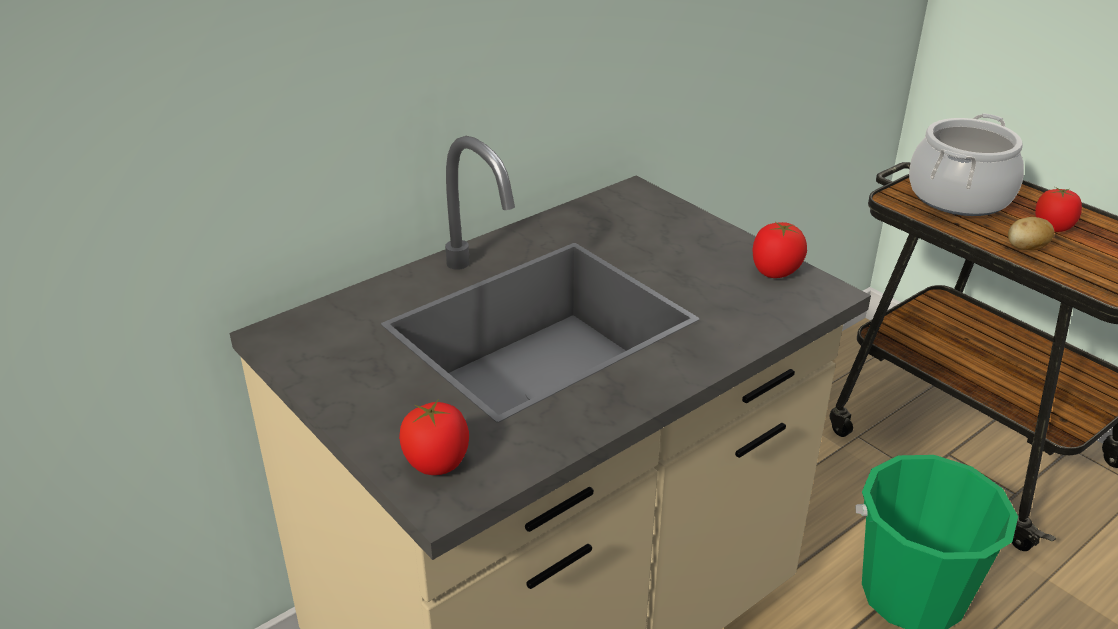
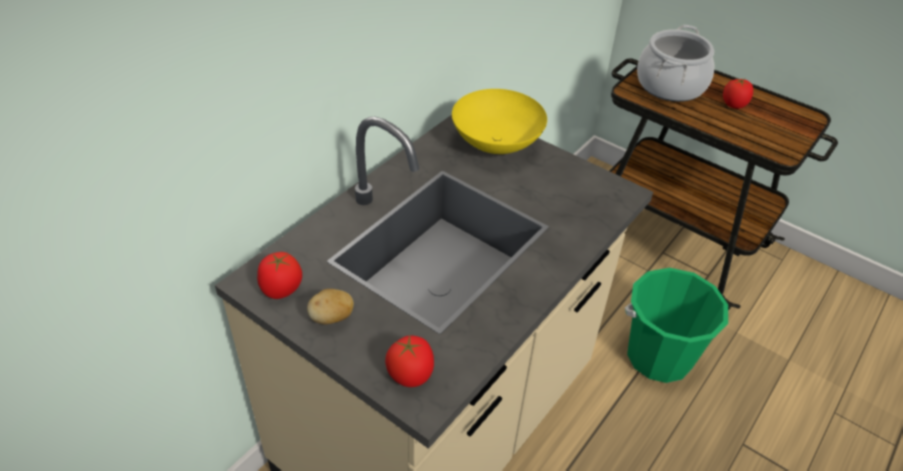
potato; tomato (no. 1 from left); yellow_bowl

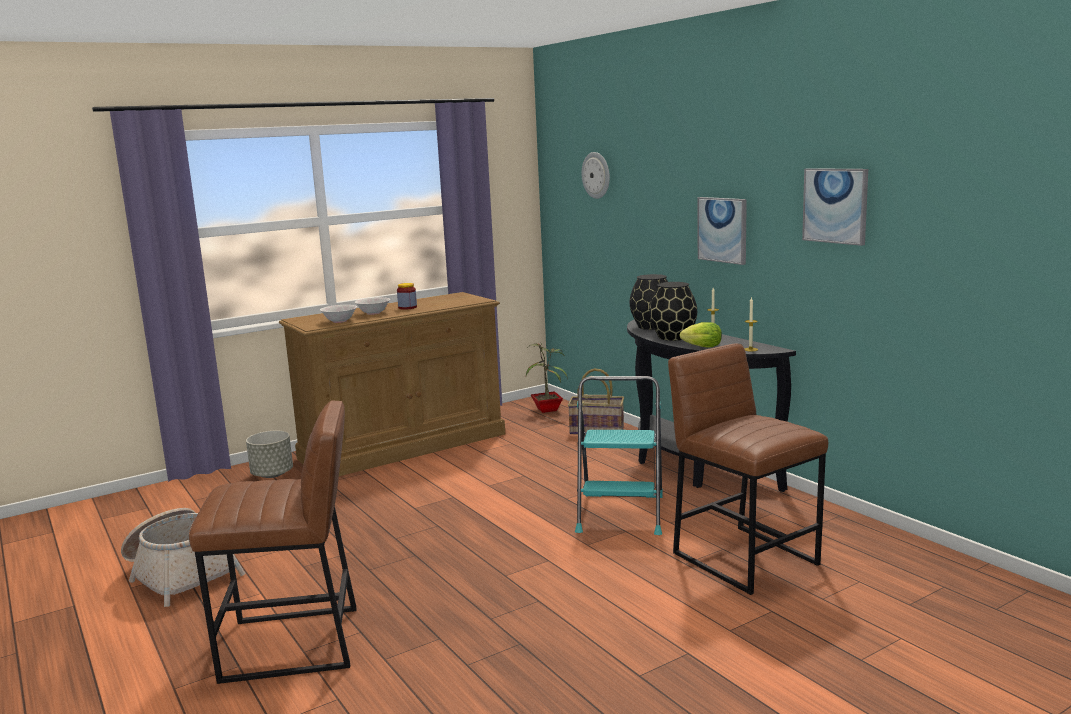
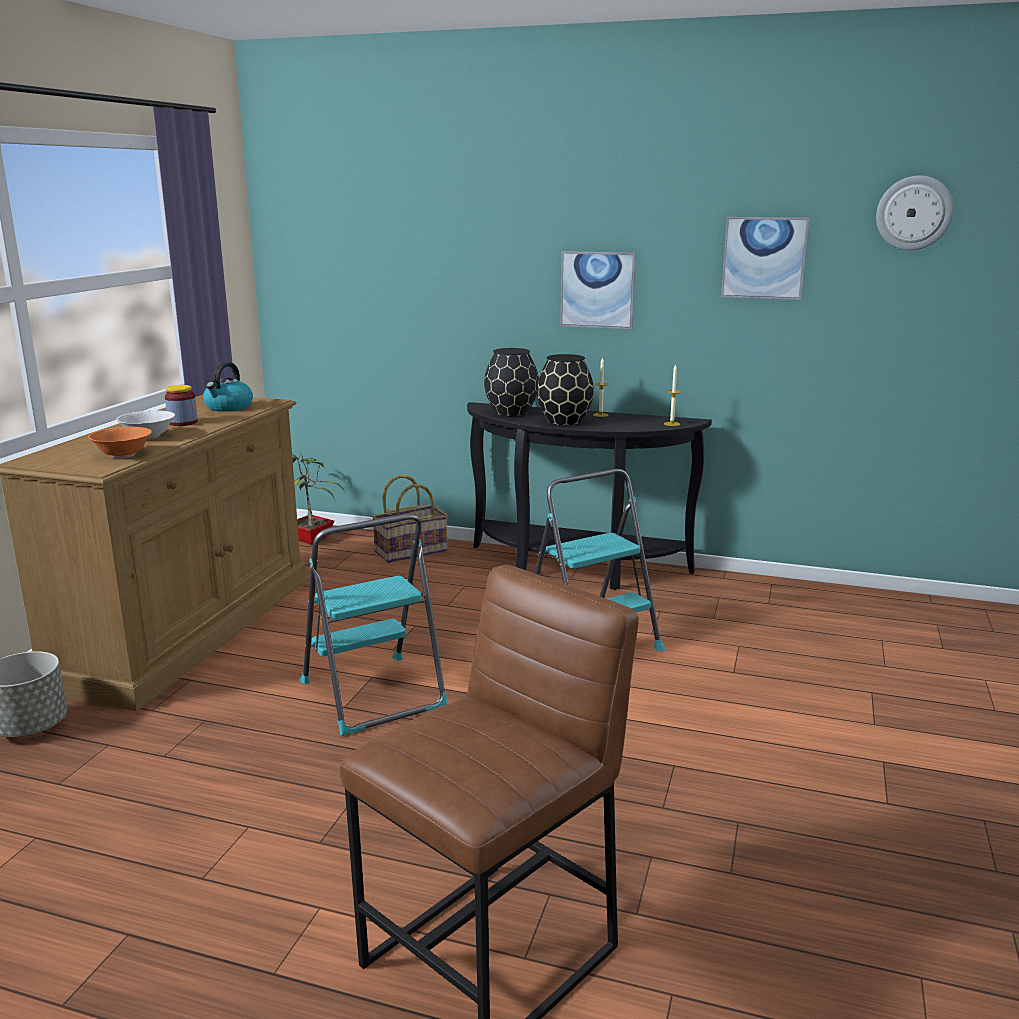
wall_clock; orange_bowl; lettuce; brown_chair (no. 2 from left in the first image); basket (no. 1 from left in the first image); kettle; turquoise_step_ladder (no. 1 from left)

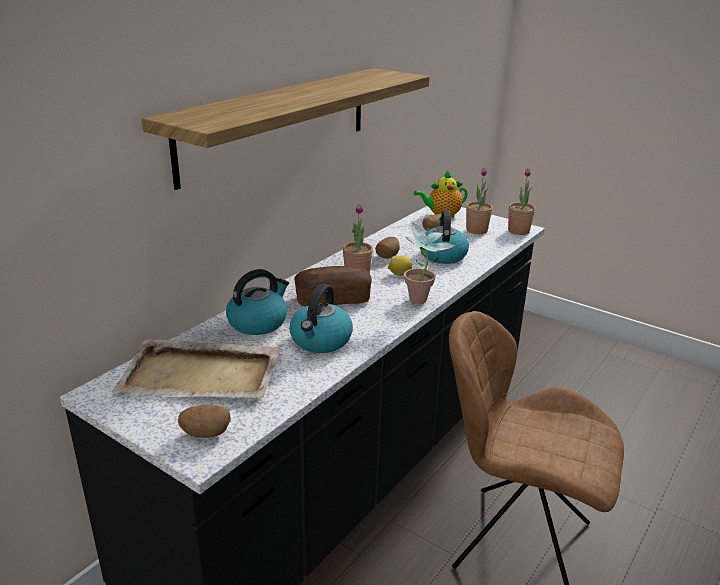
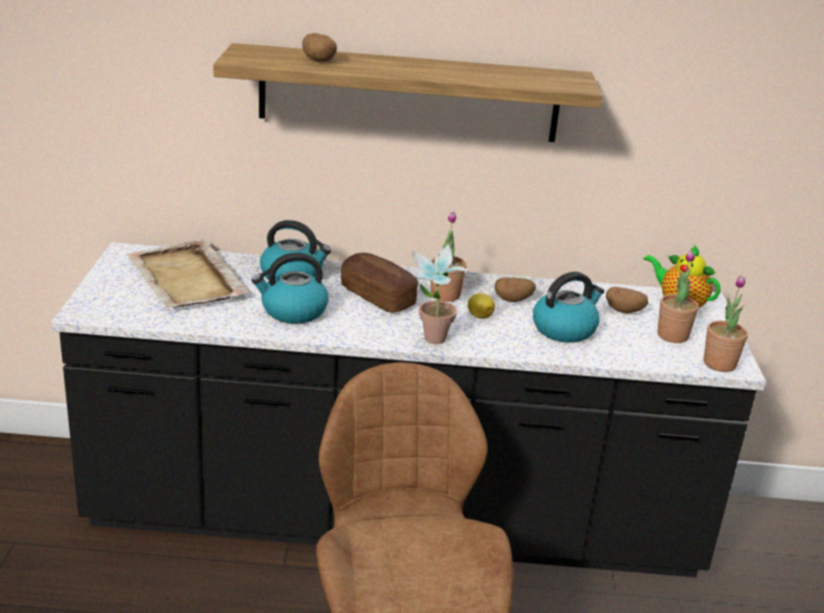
potato (no. 1 from left)

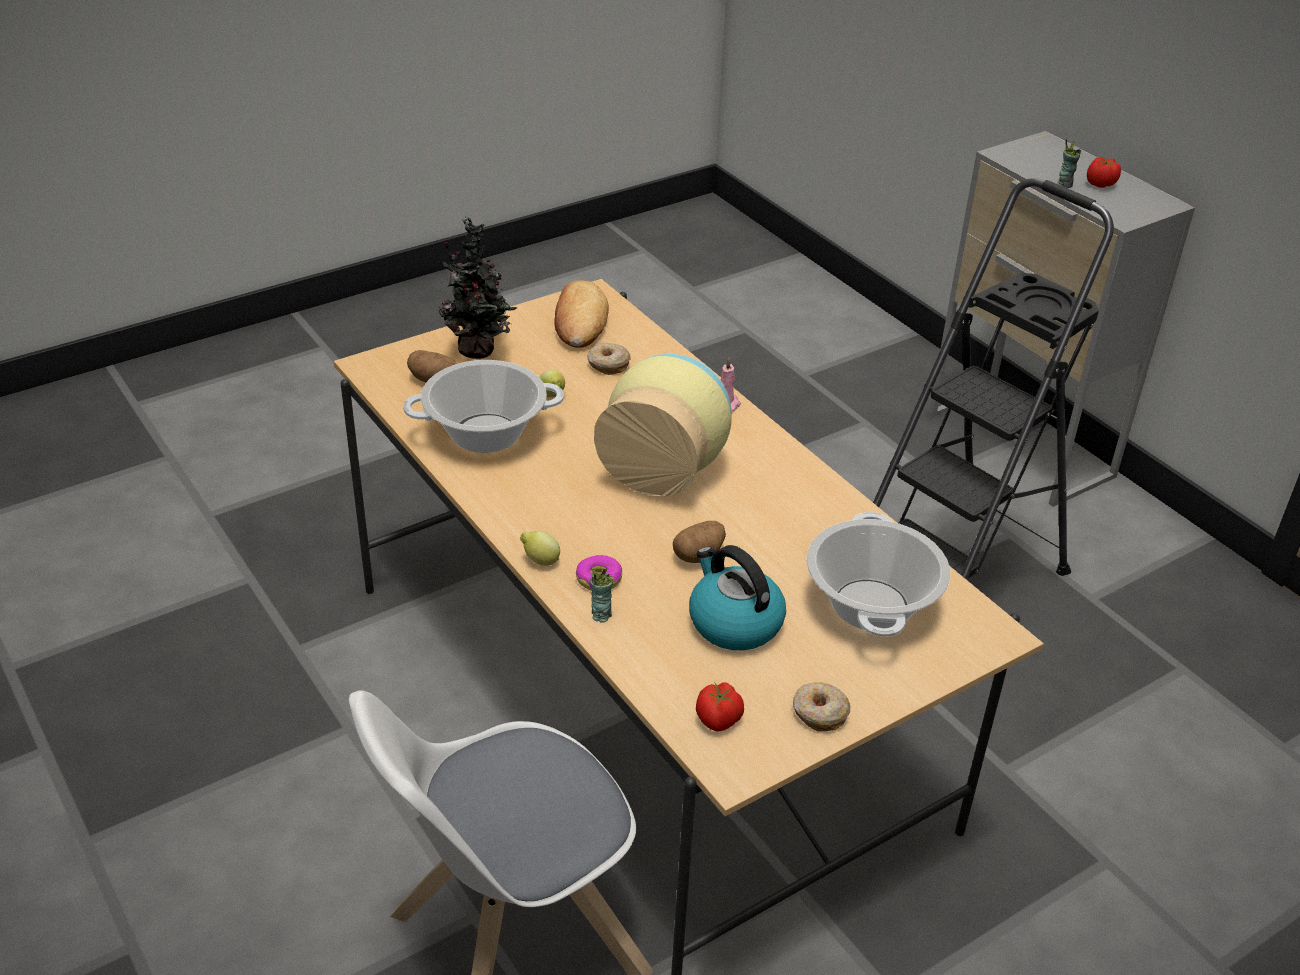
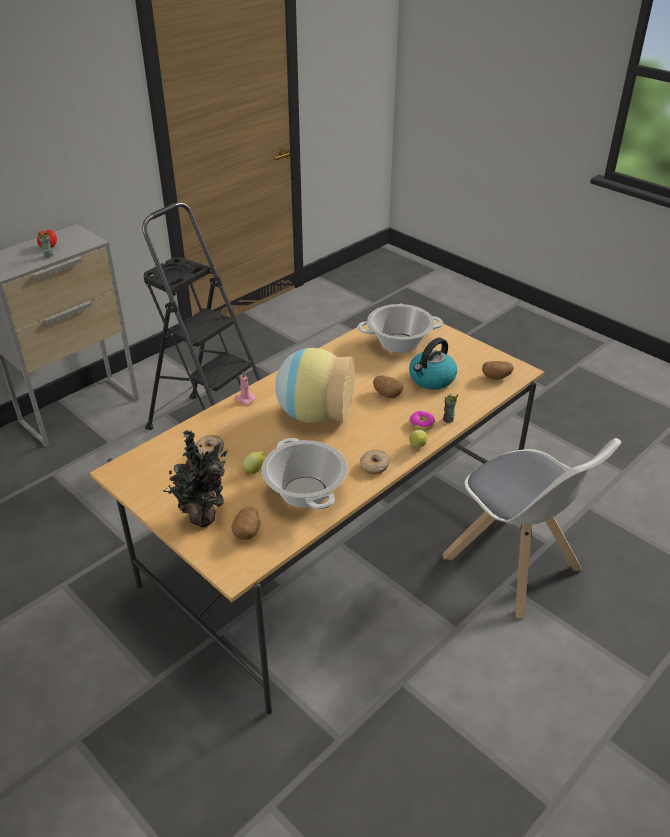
bread; potato (no. 3 from left); donut (no. 2 from left)

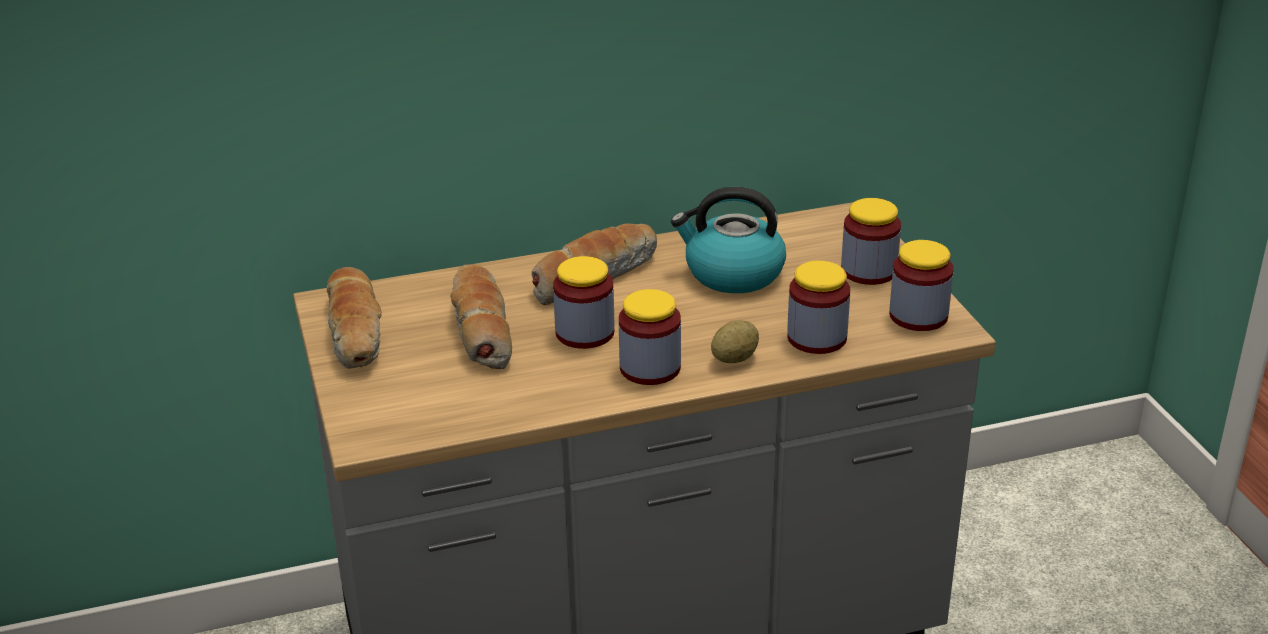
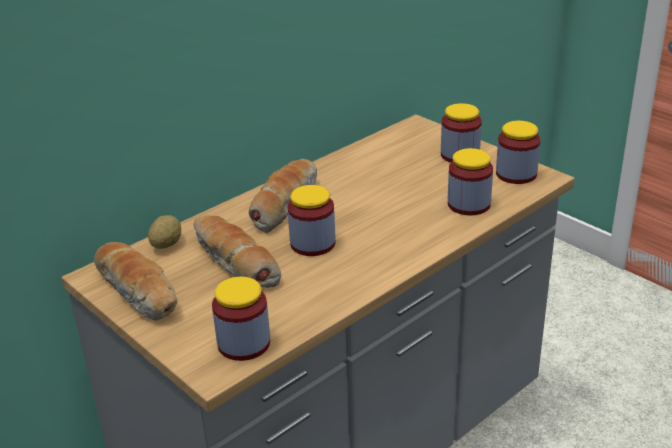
kettle; jar (no. 1 from left); potato

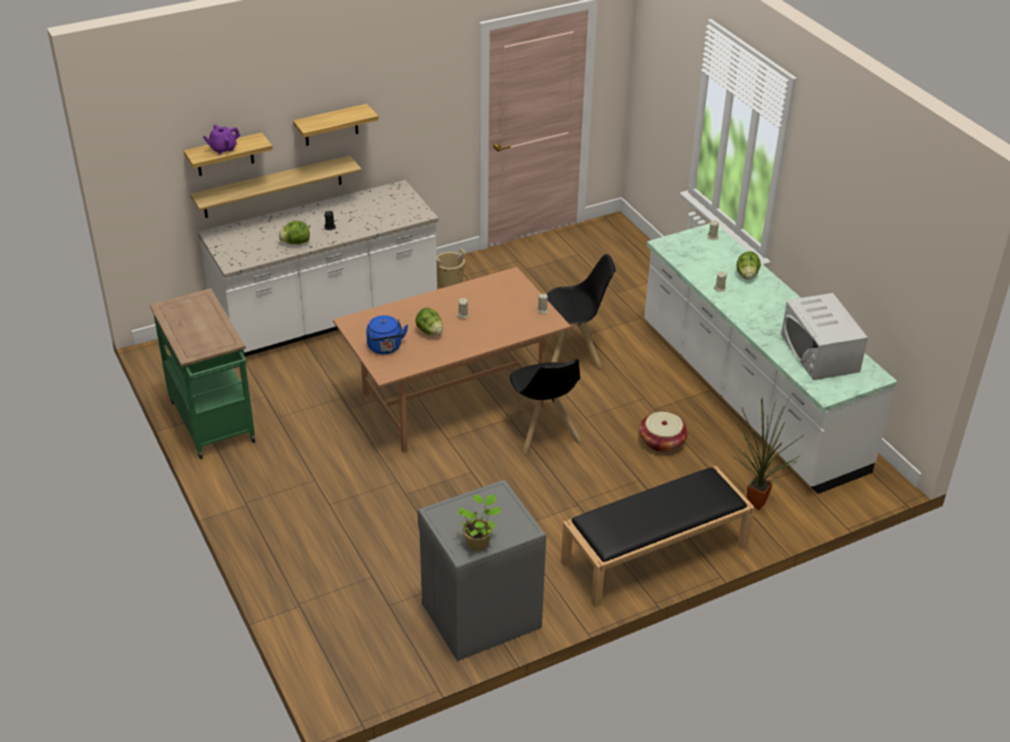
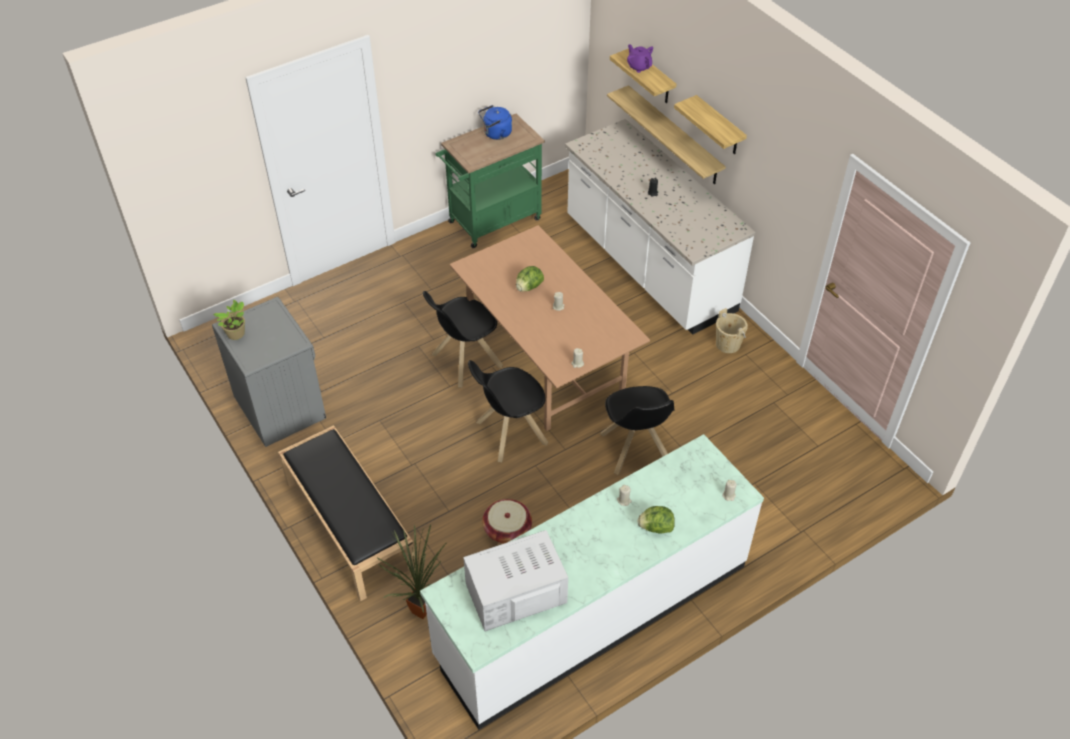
lettuce (no. 1 from left in the first image); blue_kettle; black_chair (no. 1 from left)

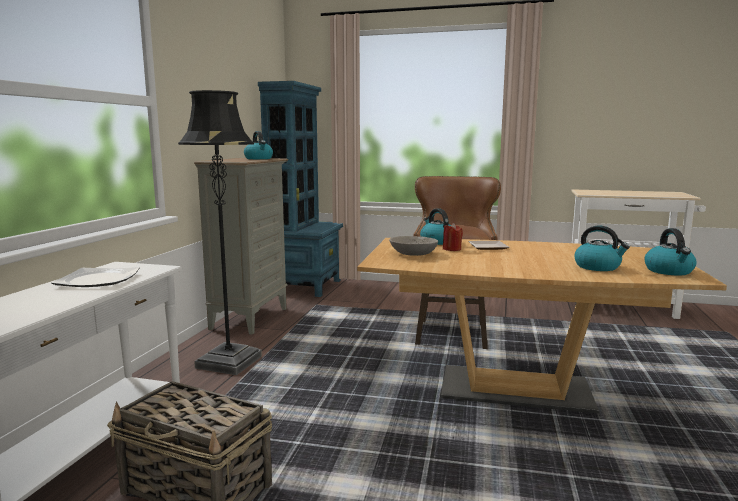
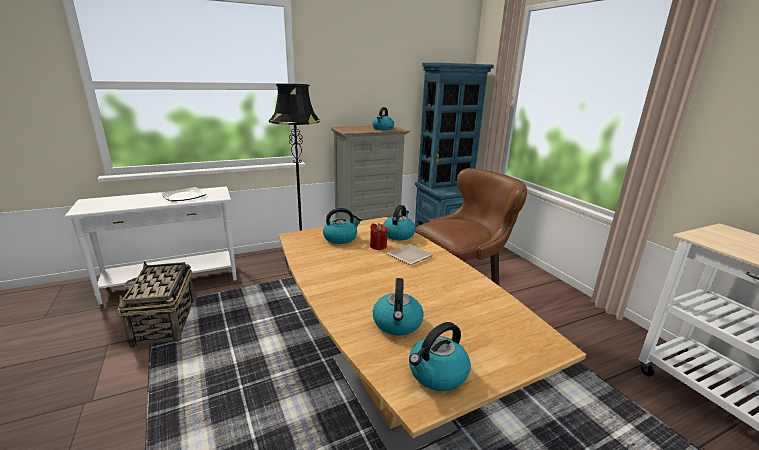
kettle (no. 1 from left)

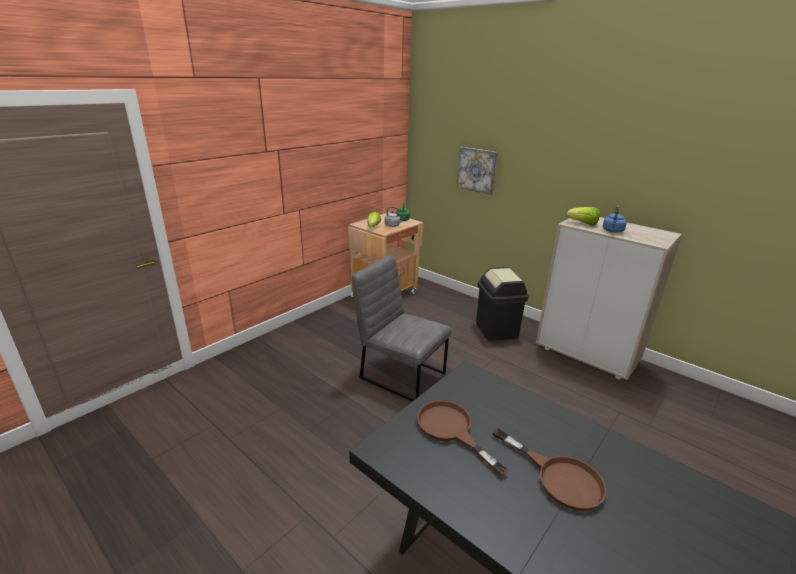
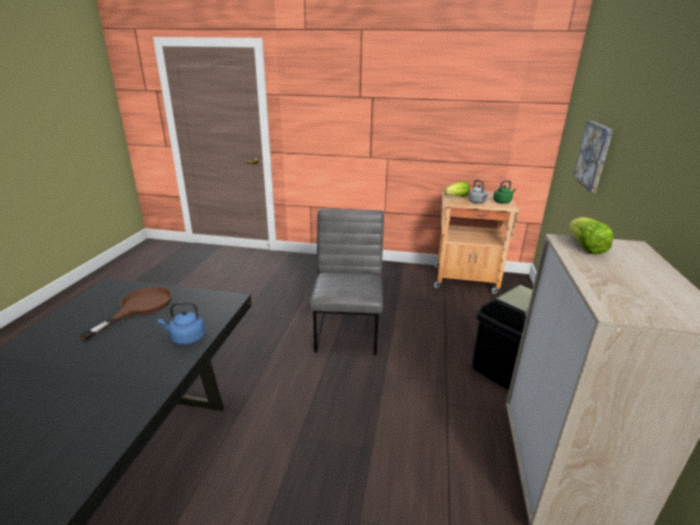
blue_kettle; brown_frying_pan (no. 2 from left in the first image)

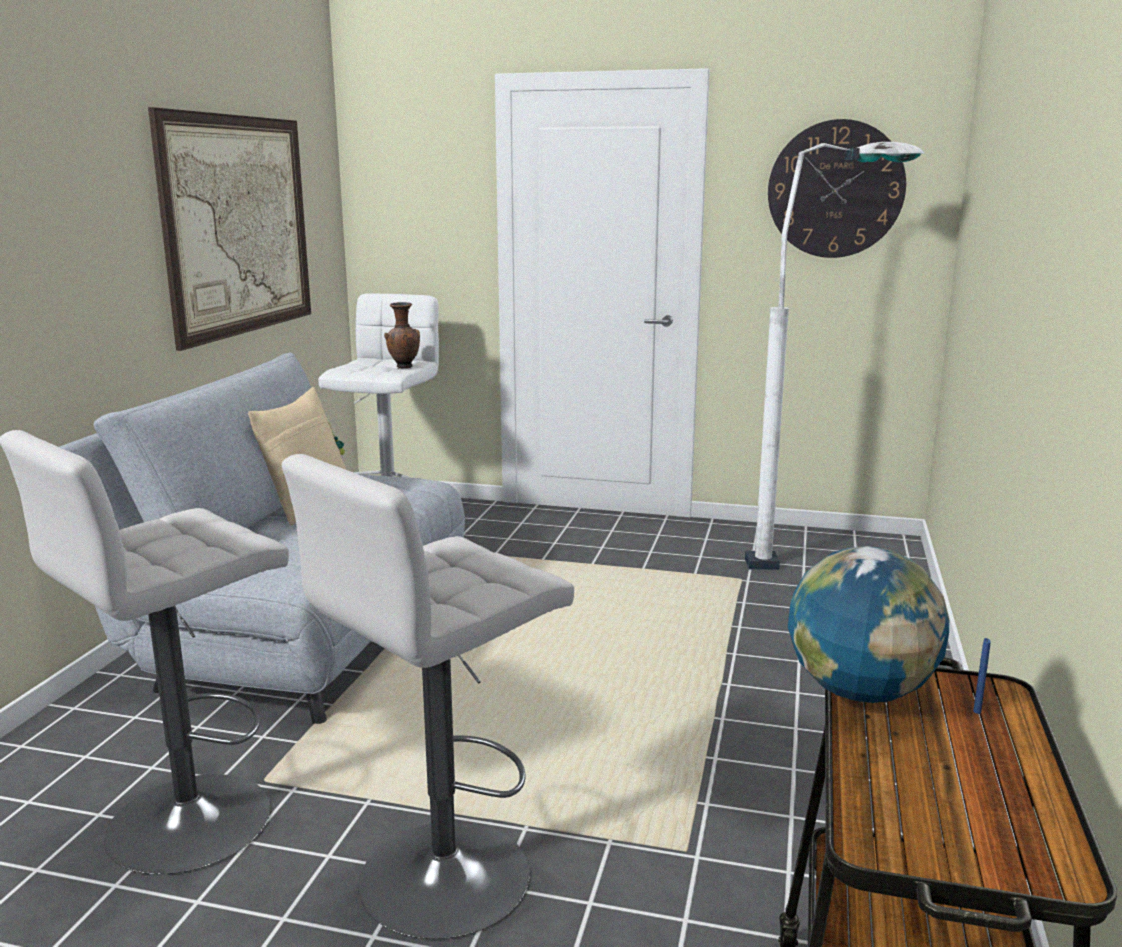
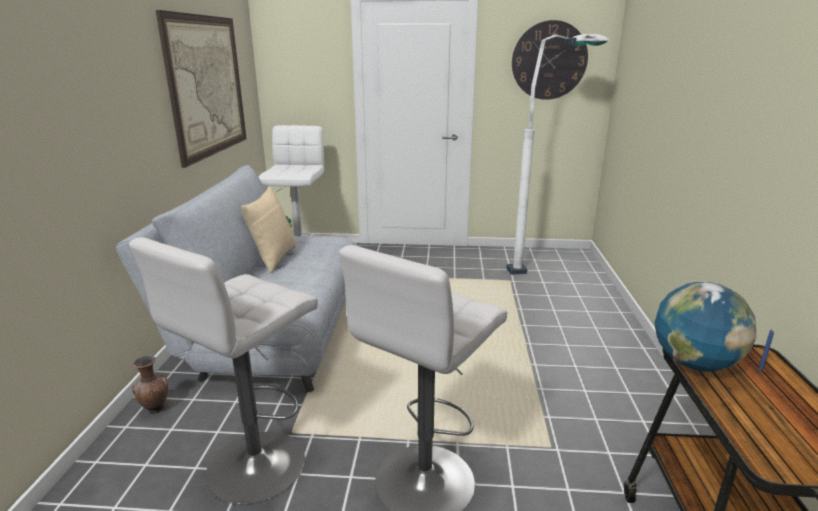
brown_vase

